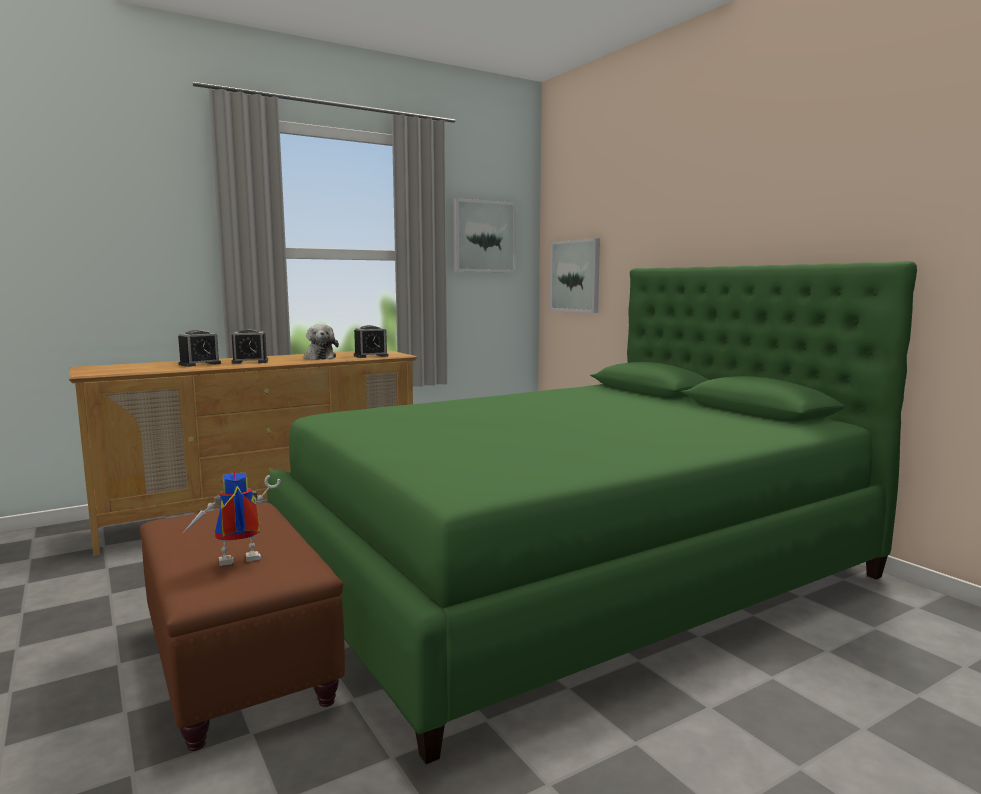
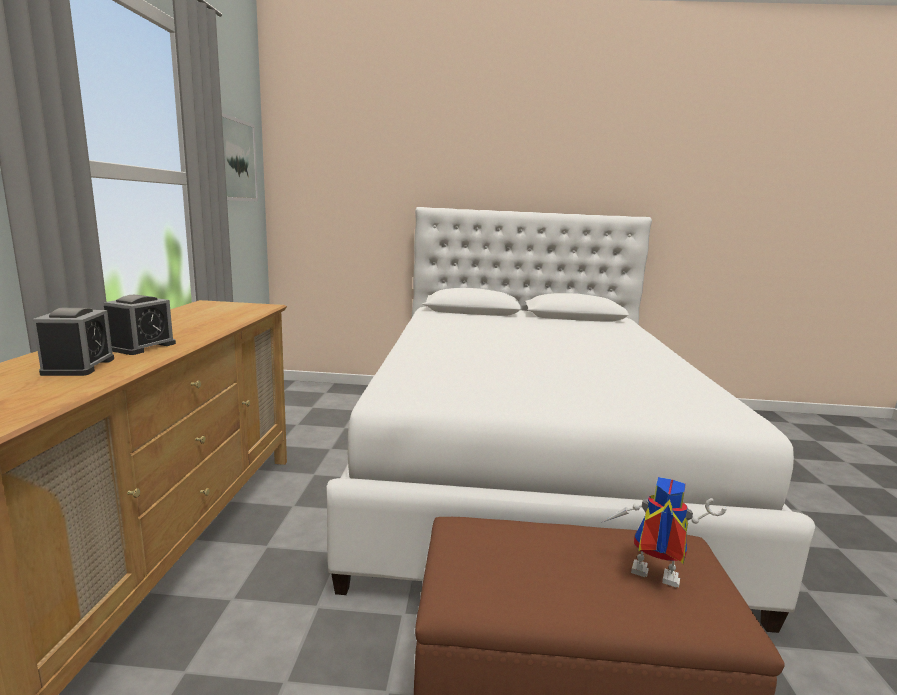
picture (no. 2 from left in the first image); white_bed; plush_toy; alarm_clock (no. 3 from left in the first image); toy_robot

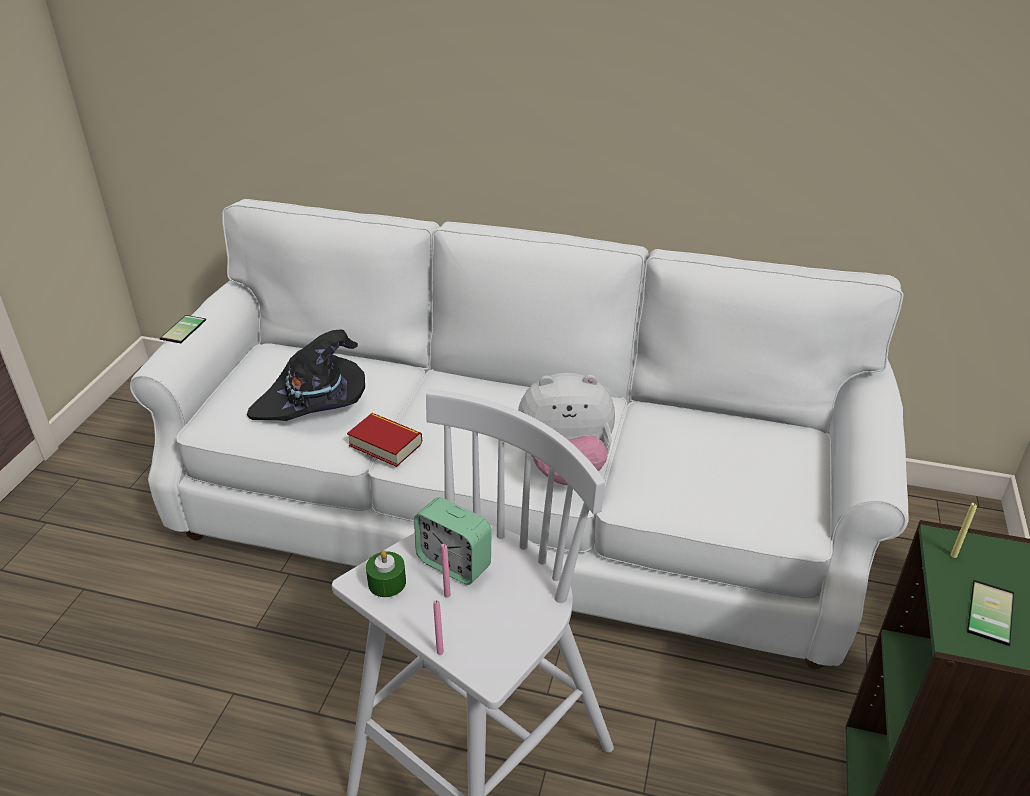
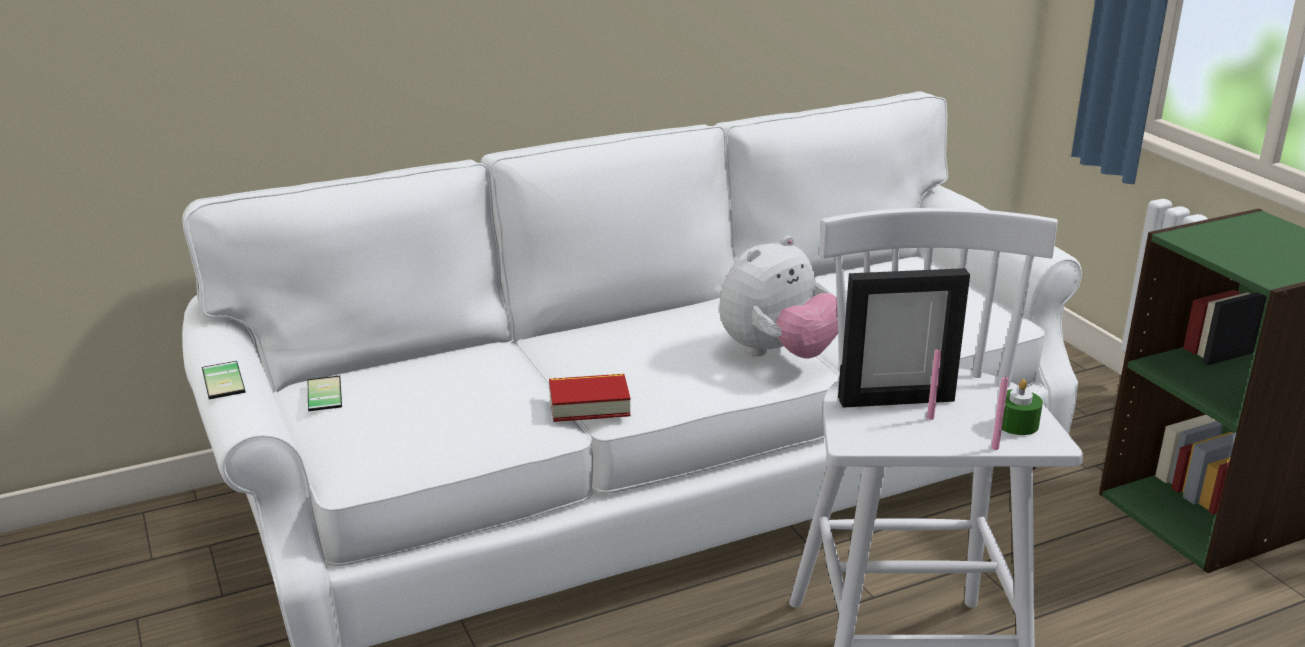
black_hat; picture_frame; yellow_candle; green_candle; phone (no. 2 from left)

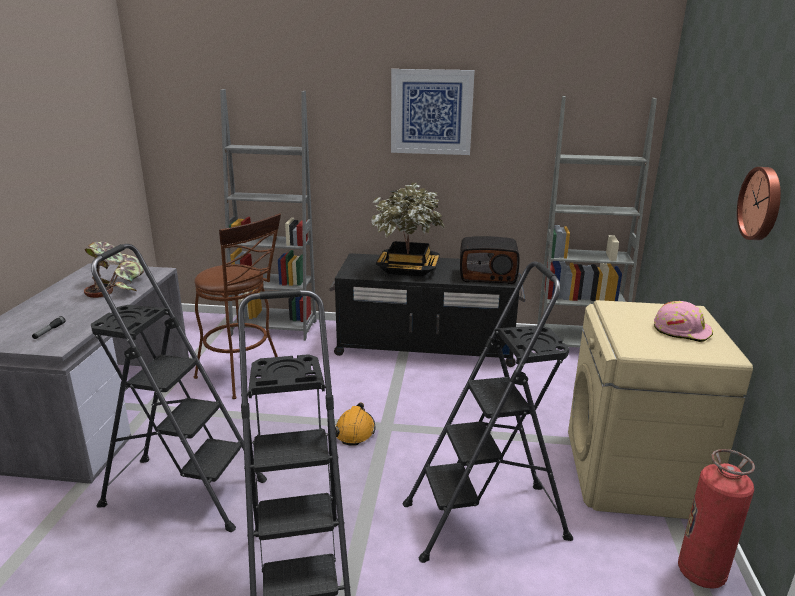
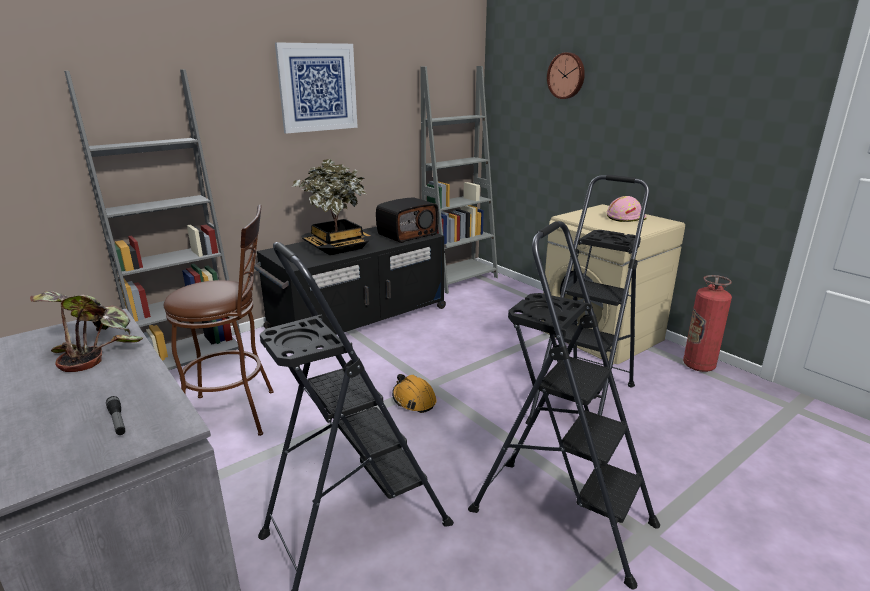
wall_clock

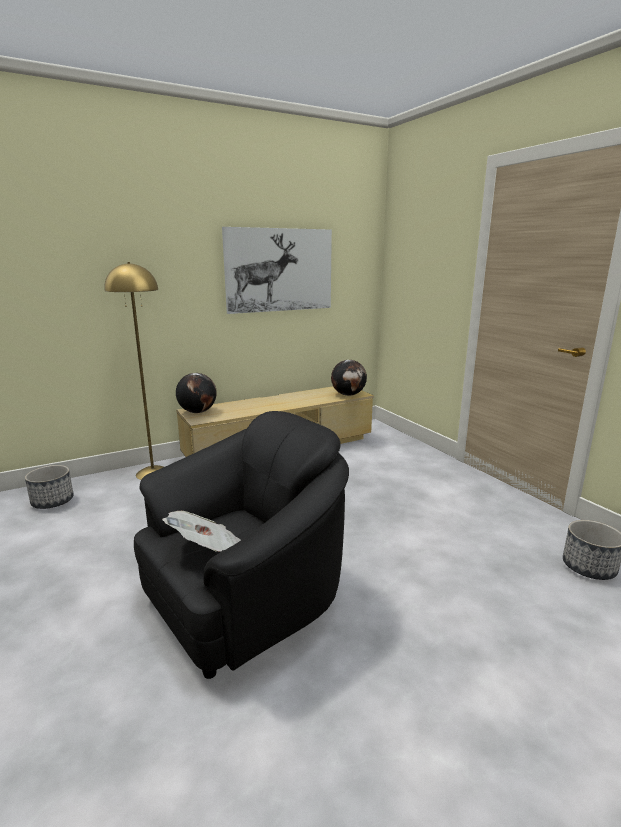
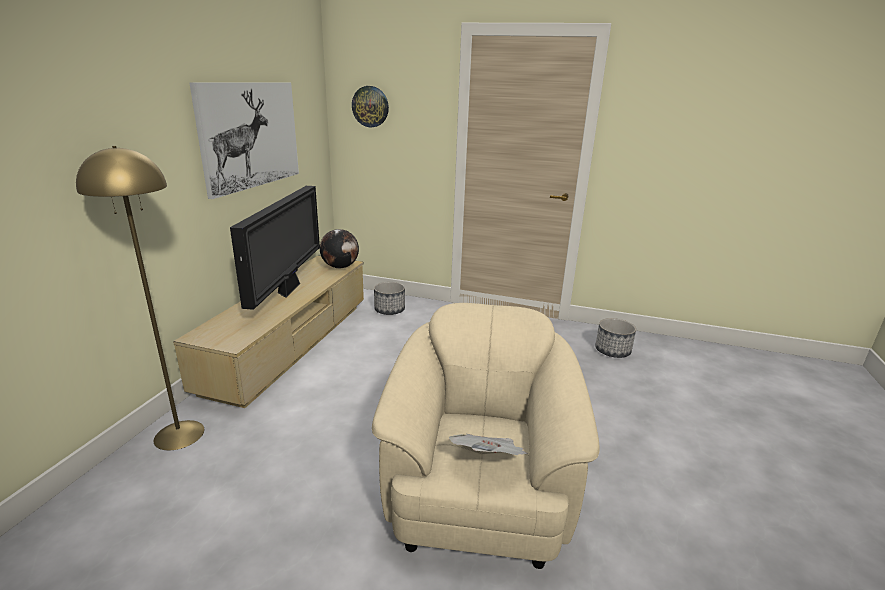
globe (no. 1 from left in the first image); beige_armchair; planter (no. 1 from left); wall_clock; television

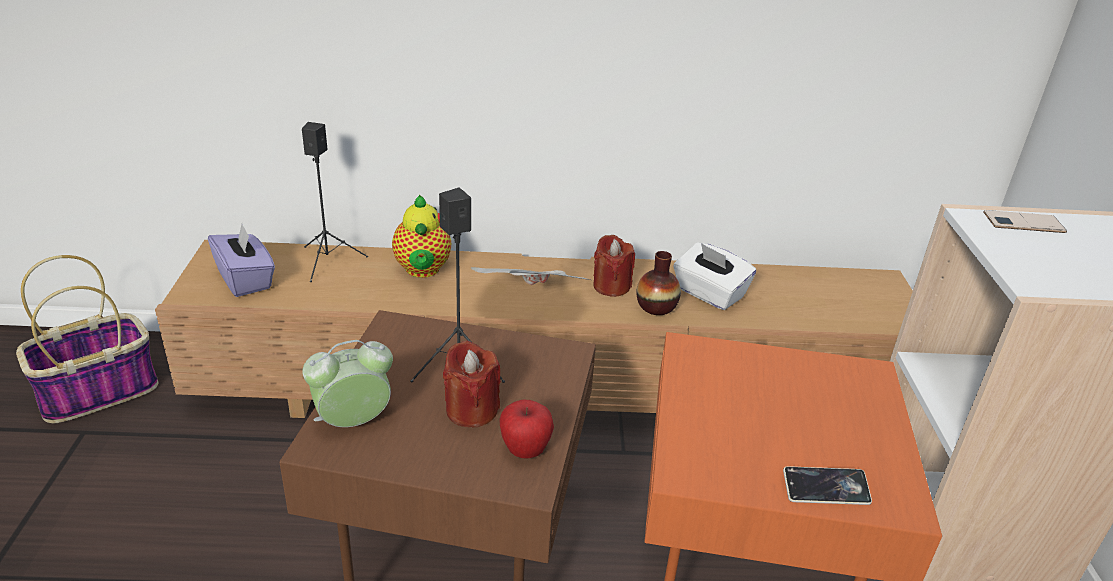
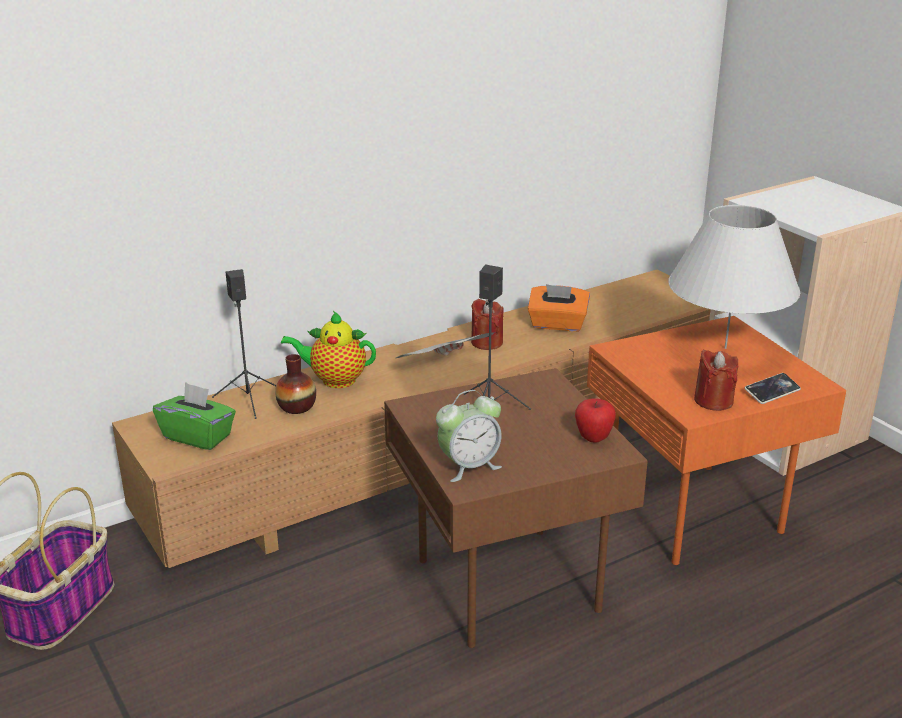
teapot; phone (no. 2 from left in the first image); green_tissue_box; orange_tissue_box; vase; alarm_clock; red_candle (no. 2 from left); white_table_lamp

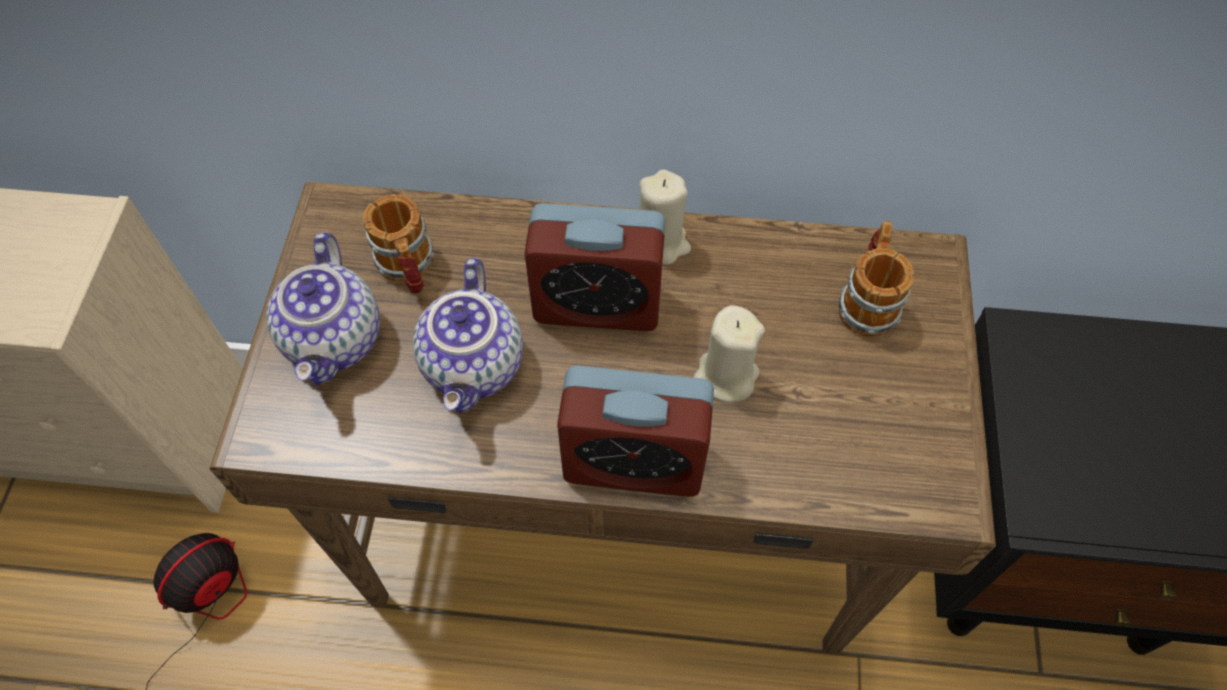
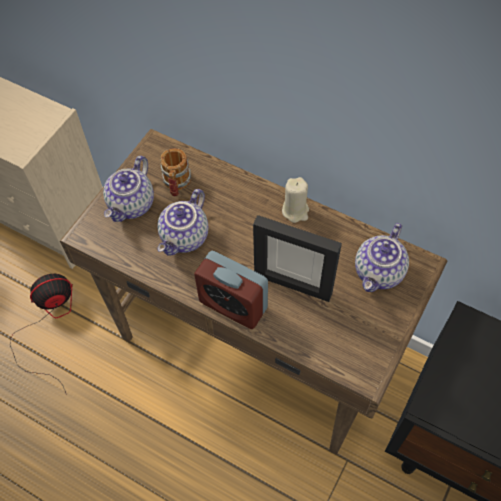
alarm_clock (no. 1 from left in the first image); teapot (no. 3 from left); picture_frame

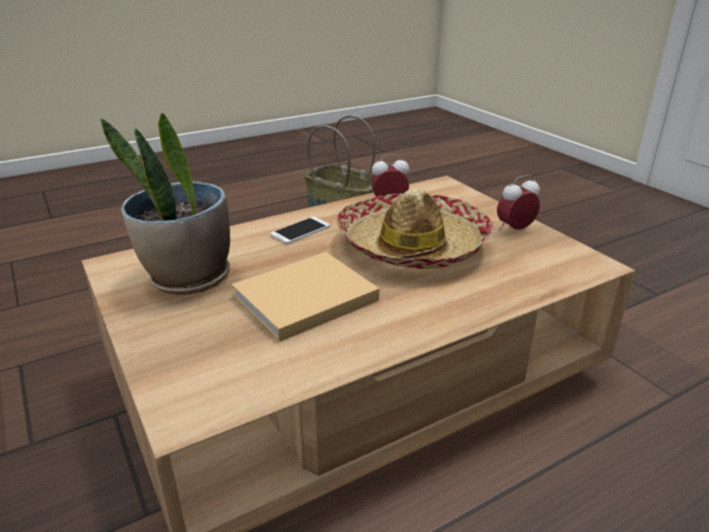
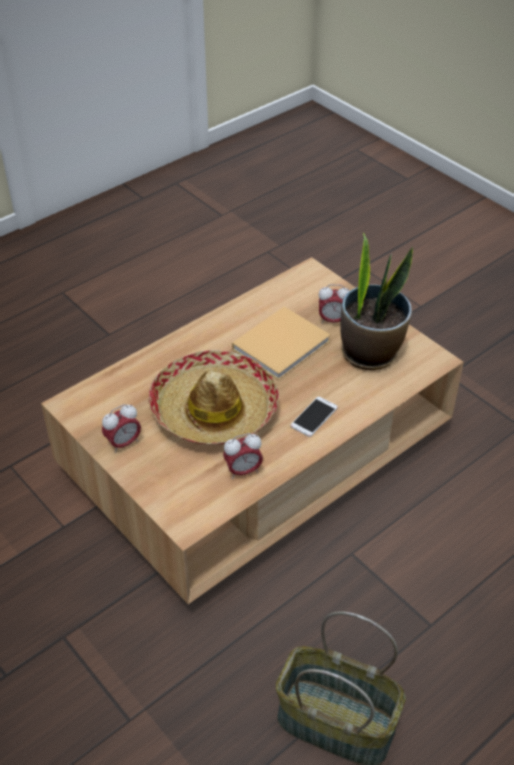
alarm_clock (no. 3 from left)

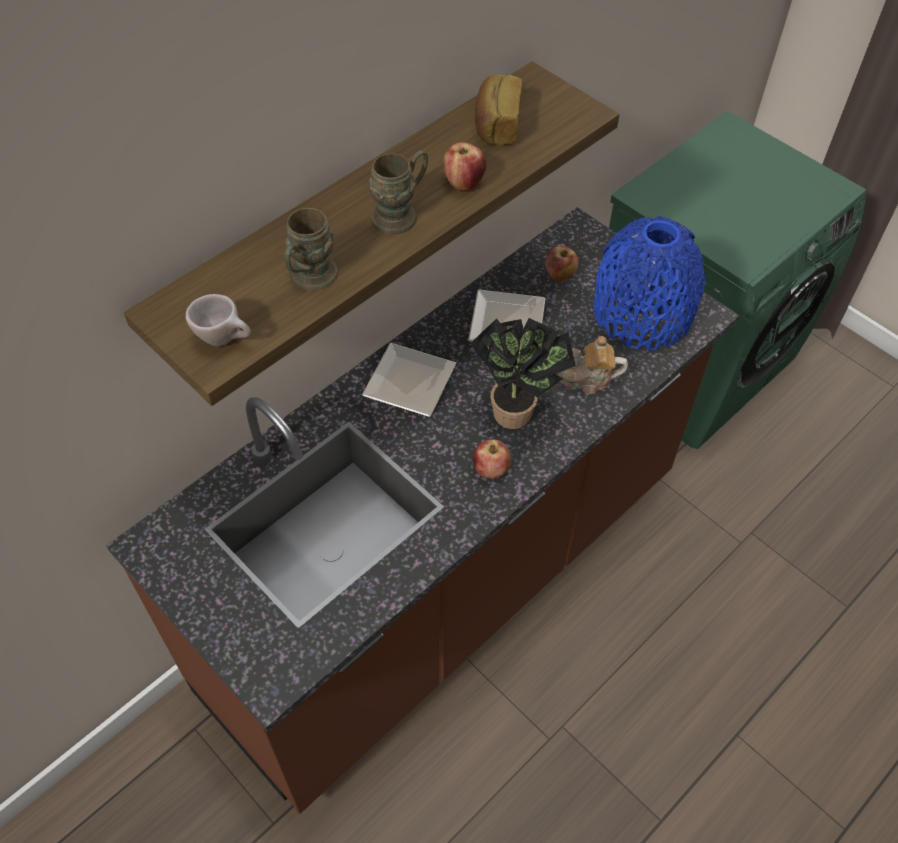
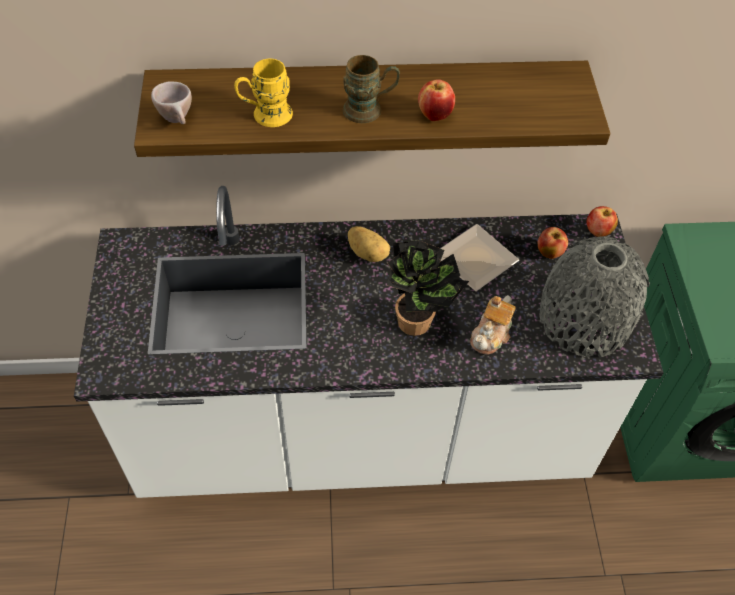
bread; white_counter; yellow_mug; grey_vase; teapot; potato; apple (no. 3 from left)

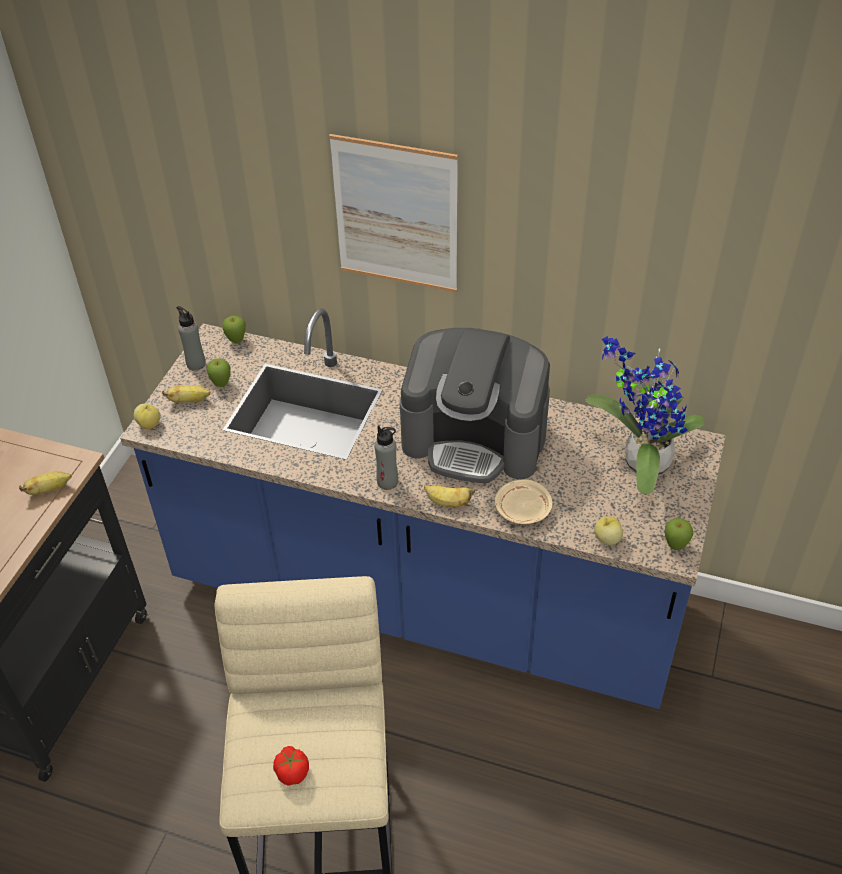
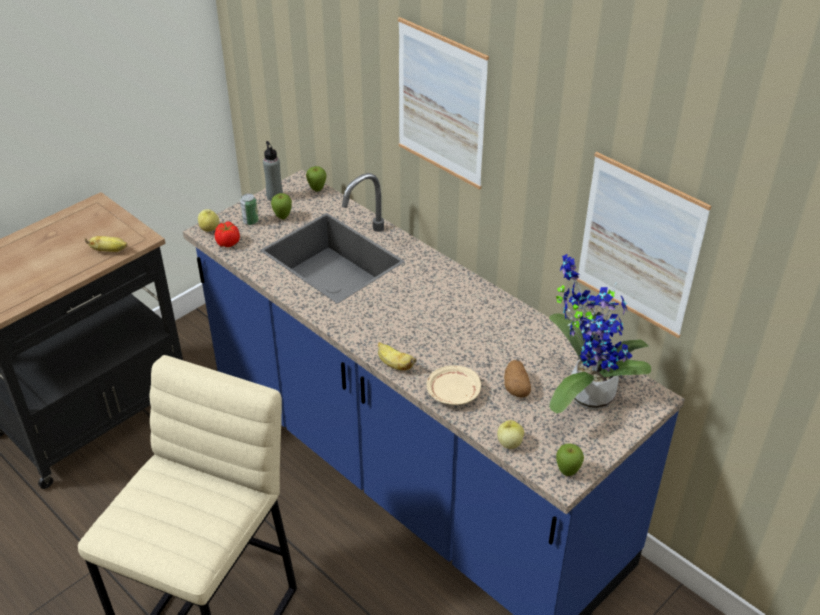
coffee_machine; can; grey_bottle (no. 2 from left in the first image); tomato; picture (no. 2 from left); potato

